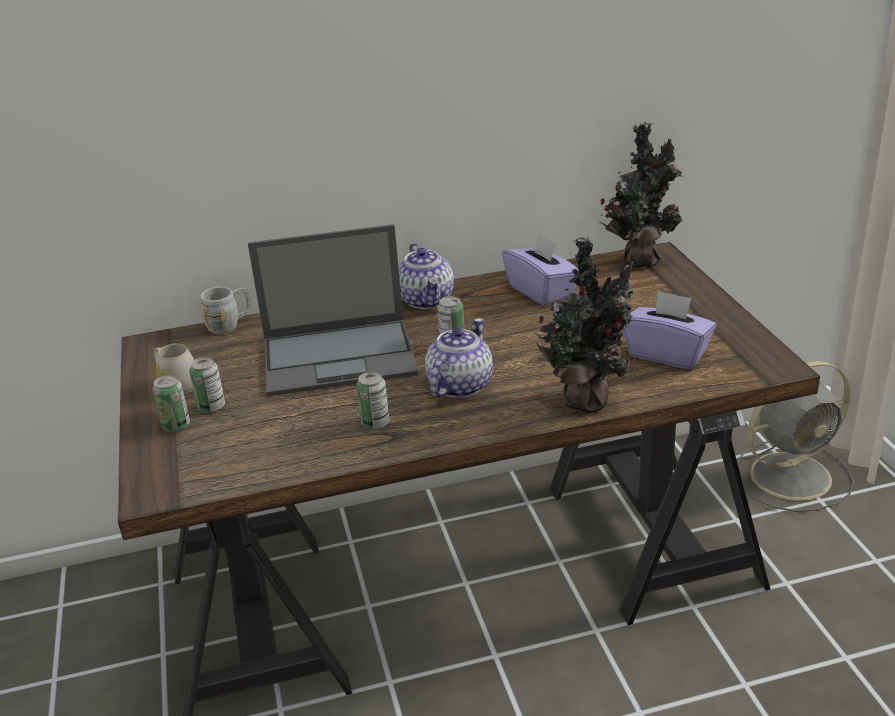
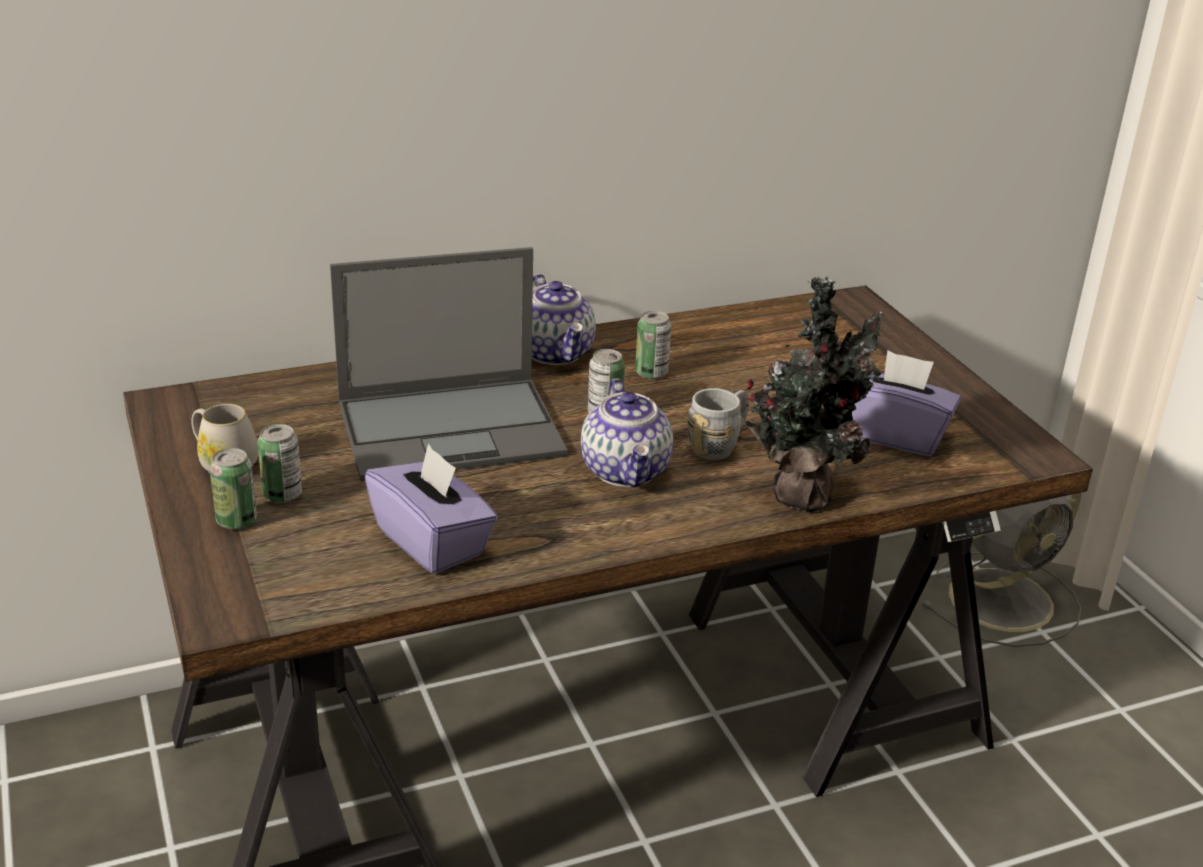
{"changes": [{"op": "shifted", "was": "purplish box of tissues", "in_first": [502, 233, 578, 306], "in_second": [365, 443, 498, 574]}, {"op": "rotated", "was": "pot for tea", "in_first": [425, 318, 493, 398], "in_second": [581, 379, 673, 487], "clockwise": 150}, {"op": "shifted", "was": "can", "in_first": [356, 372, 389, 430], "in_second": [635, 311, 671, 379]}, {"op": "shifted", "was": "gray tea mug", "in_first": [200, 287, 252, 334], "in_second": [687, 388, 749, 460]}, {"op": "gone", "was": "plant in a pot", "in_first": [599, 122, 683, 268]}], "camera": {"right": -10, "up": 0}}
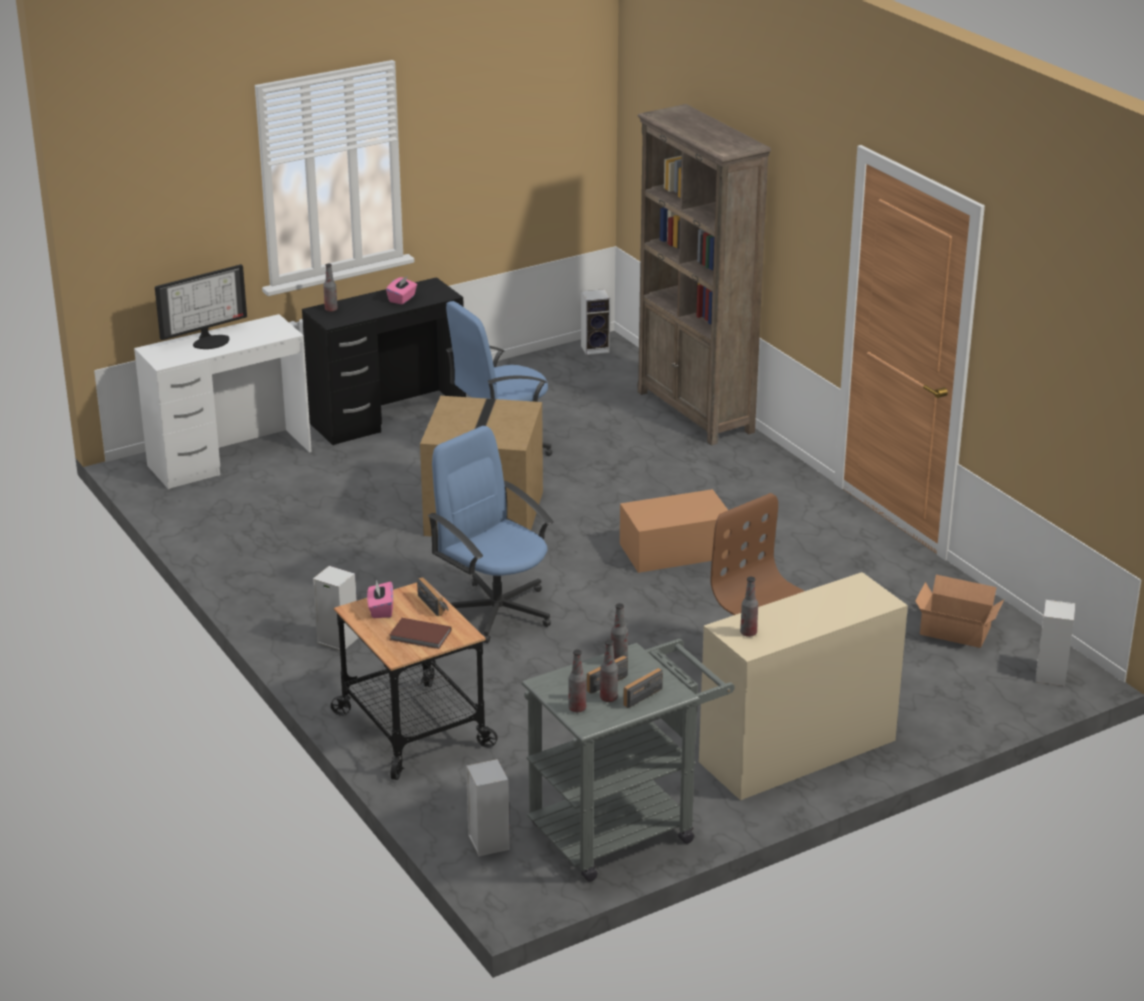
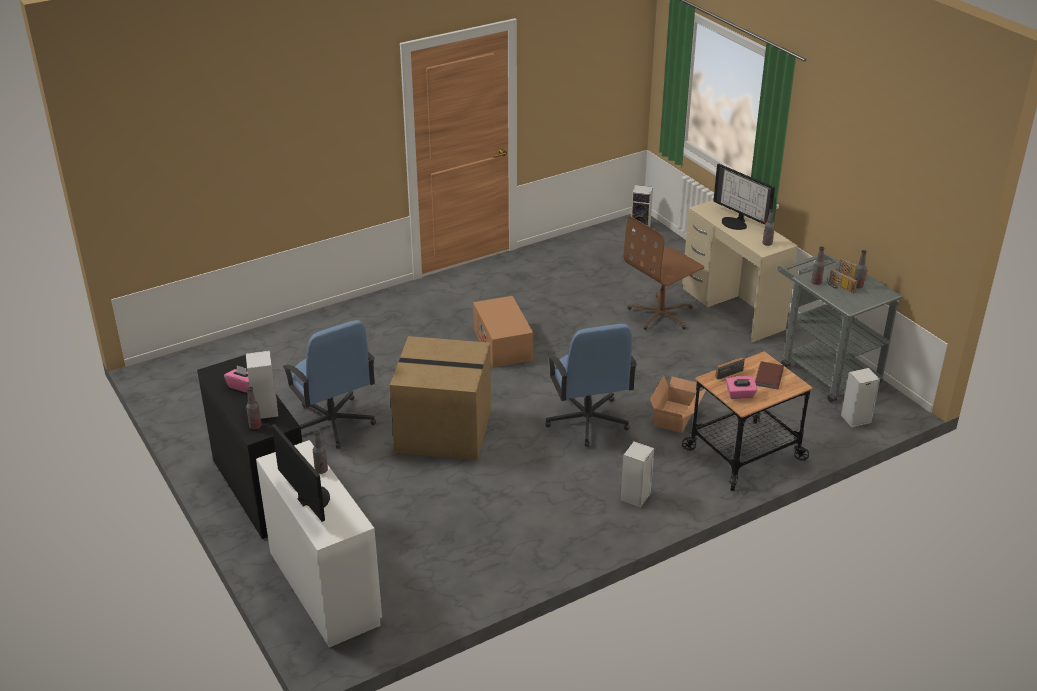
{"changes": [{"op": "shifted", "was": "loudspeaker", "in_first": [581, 289, 610, 355], "in_second": [246, 351, 279, 419]}, {"op": "shifted", "was": "drink bottle", "in_first": [568, 650, 586, 712], "in_second": [313, 430, 328, 474]}, {"op": "rotated", "was": "blue desk chair", "in_first": [428, 426, 554, 643], "in_second": [546, 324, 637, 447], "clockwise": -60}, {"op": "shifted", "was": "packing box", "in_first": [915, 575, 1004, 648], "in_second": [650, 375, 706, 433]}, {"op": "new", "now": "computer screen", "in_second": [713, 164, 775, 230]}, {"op": "gone", "was": "brown-coloured bookshelf", "in_first": [637, 104, 771, 446]}], "camera": {"right": -90, "up": 5}}
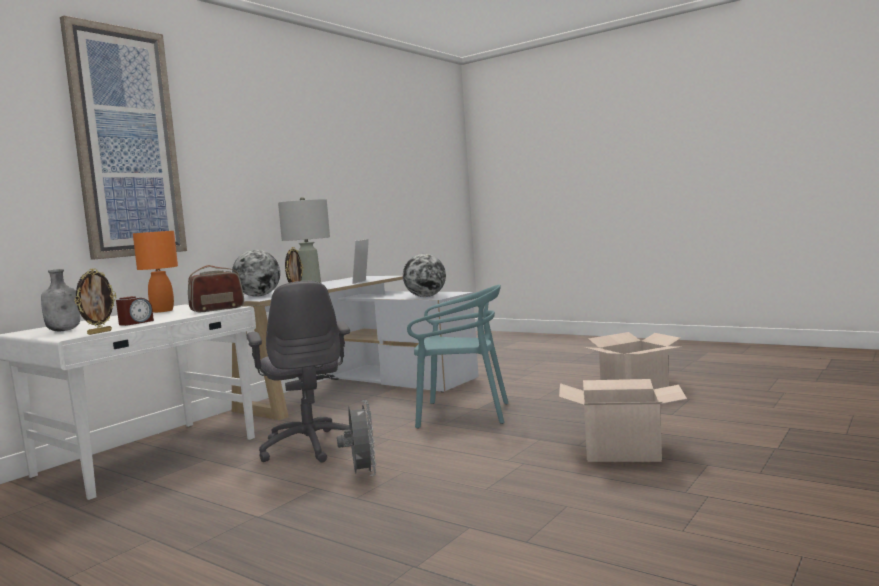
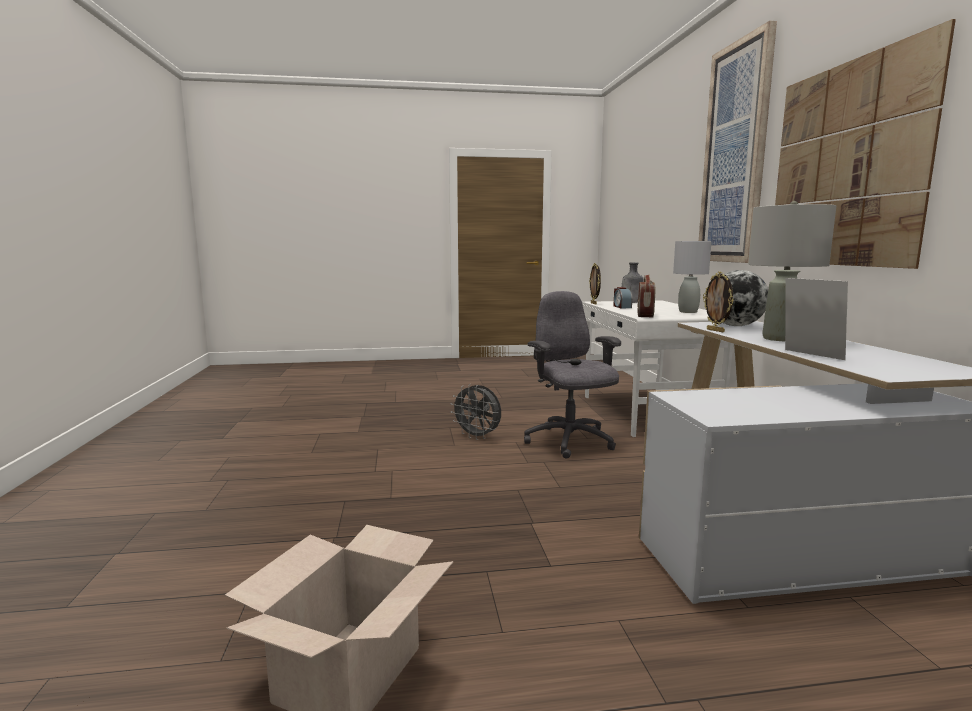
{"changes": [{"op": "rotated", "was": "gray desk chair", "in_first": [247, 281, 350, 462], "in_second": [524, 291, 621, 459], "clockwise": 45}, {"op": "repainted", "was": "orange lamp for a table", "now": "gray lamp for a table", "in_first": [133, 231, 178, 313], "in_second": [673, 241, 712, 313]}, {"op": "new", "now": "picture", "in_second": [775, 19, 956, 269]}, {"op": "gone", "was": "world globe", "in_first": [403, 254, 446, 297]}, {"op": "gone", "was": "turquoise-coloured upright chair", "in_first": [407, 285, 508, 428]}, {"op": "gone", "was": "packing box", "in_first": [559, 379, 687, 462]}], "camera": {"right": 135, "up": 5}}
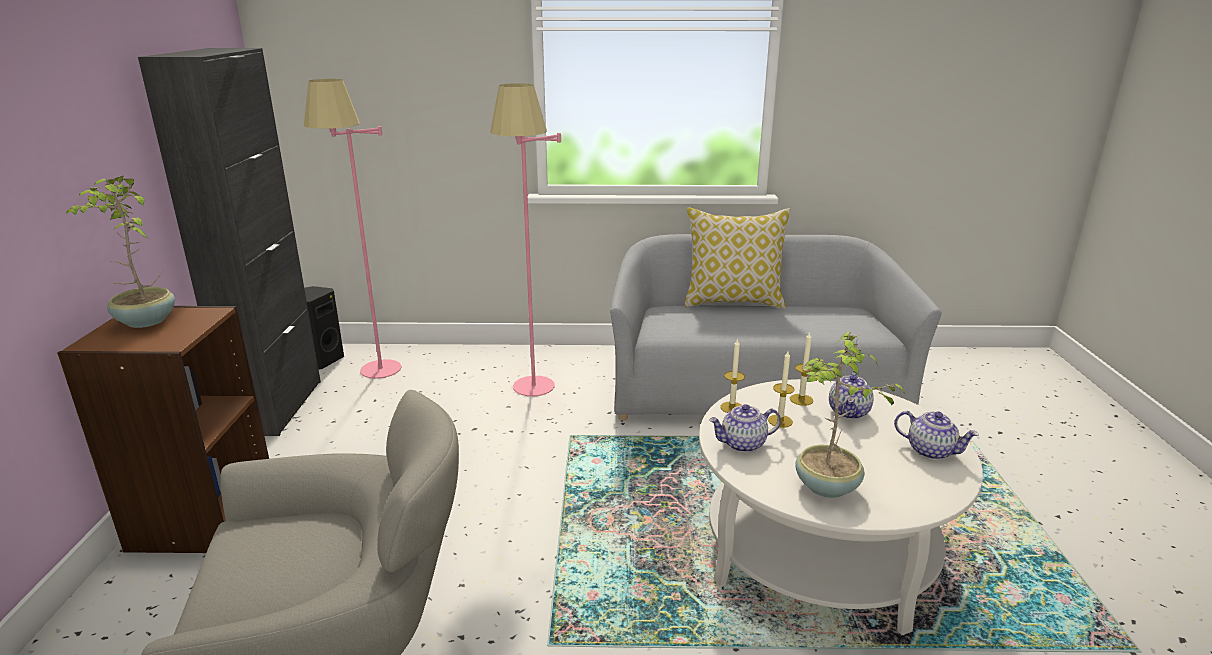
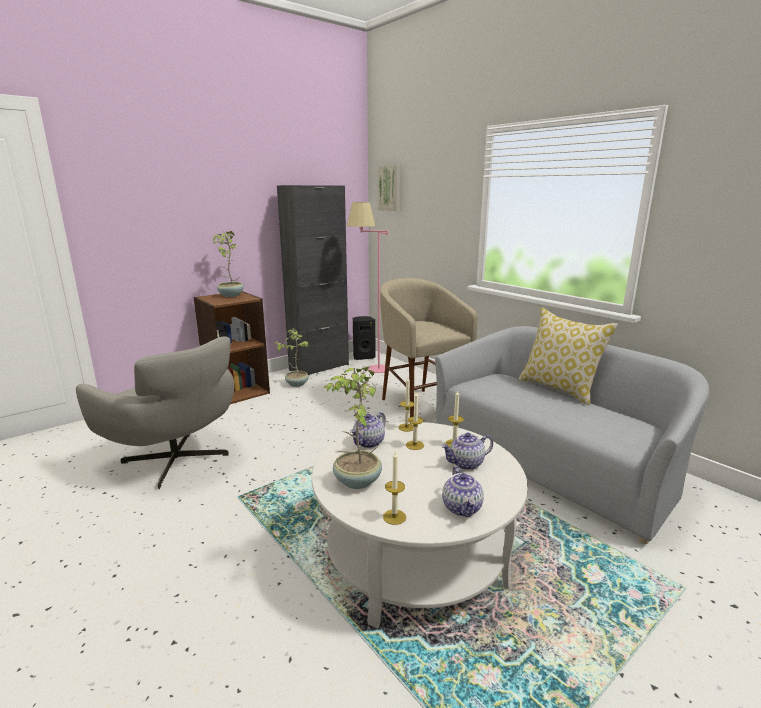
{"changes": [{"op": "new", "now": "plant in a pot", "in_second": [274, 328, 310, 387]}, {"op": "rotated", "was": "pot for tea", "in_first": [709, 404, 781, 453], "in_second": [350, 412, 386, 448], "clockwise": -90}, {"op": "new", "now": "picture", "in_second": [378, 165, 400, 211]}, {"op": "swapped", "was": "pink standard lamp", "now": "beige stool seat", "in_first": [490, 83, 561, 396], "in_second": [380, 278, 477, 417]}, {"op": "new", "now": "wax light", "in_second": [383, 450, 406, 525]}], "camera": {"right": 50, "up": -5}}
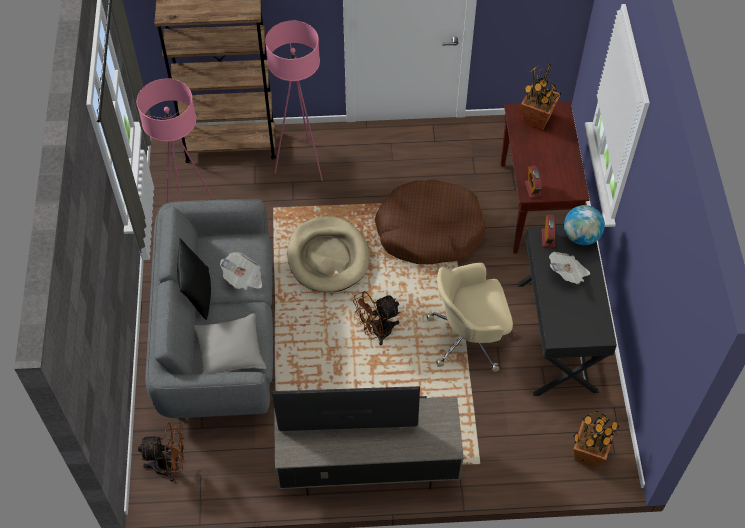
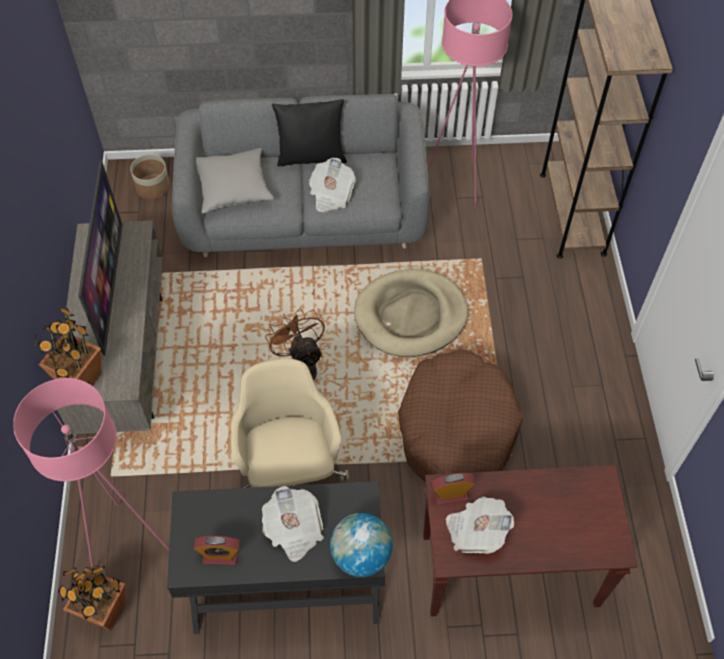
{"changes": [{"op": "shifted", "was": "pink standard lamp", "in_first": [265, 21, 323, 181], "in_second": [13, 378, 169, 569]}, {"op": "shifted", "was": "plant in a pot", "in_first": [521, 63, 561, 130], "in_second": [35, 308, 101, 386]}, {"op": "swapped", "was": "brown-coloured fan", "now": "plant pot", "in_first": [138, 422, 185, 481], "in_second": [130, 154, 170, 199]}, {"op": "shifted", "was": "table clock", "in_first": [542, 215, 555, 247], "in_second": [194, 536, 240, 565]}, {"op": "new", "now": "daily paper", "in_second": [446, 497, 514, 554]}], "camera": {"right": 90, "up": 0}}
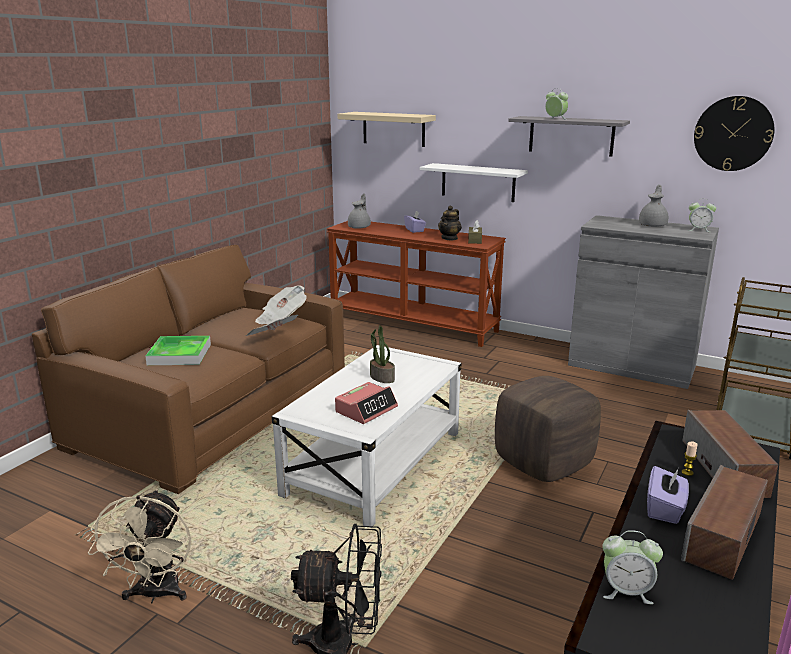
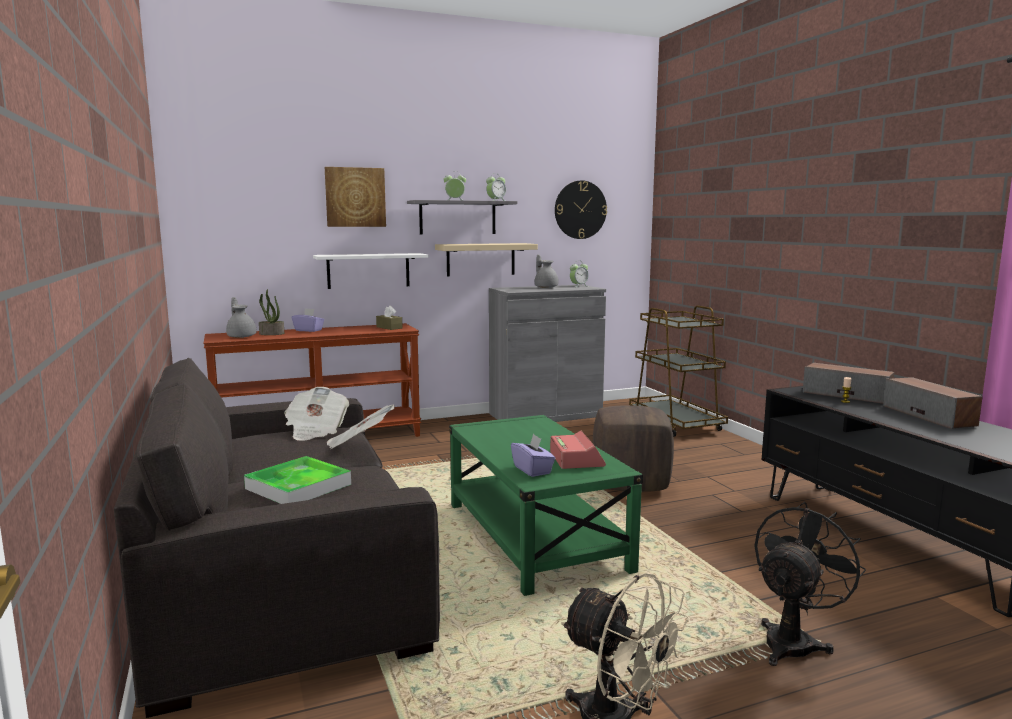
{"changes": [{"op": "repainted", "was": "brown-coloured settee", "now": "gray settee", "in_first": [32, 245, 345, 494], "in_second": [114, 358, 440, 718]}, {"op": "shifted", "was": "plant in a pot", "in_first": [370, 326, 395, 383], "in_second": [259, 289, 284, 335]}, {"op": "new", "now": "picture", "in_second": [325, 167, 386, 227]}, {"op": "shifted", "was": "beige wall shelf", "in_first": [338, 112, 436, 147], "in_second": [435, 243, 538, 277]}, {"op": "repainted", "was": "whitish coffee table", "now": "greenish coffee table", "in_first": [272, 345, 461, 528], "in_second": [449, 415, 643, 596]}, {"op": "shifted", "was": "table clock", "in_first": [602, 530, 663, 604], "in_second": [486, 173, 506, 201]}, {"op": "shifted", "was": "purplish box of tissues", "in_first": [647, 466, 689, 524], "in_second": [511, 434, 556, 477]}, {"op": "gone", "was": "pot for tea", "in_first": [438, 205, 462, 241]}], "camera": {"right": -50, "up": -10}}
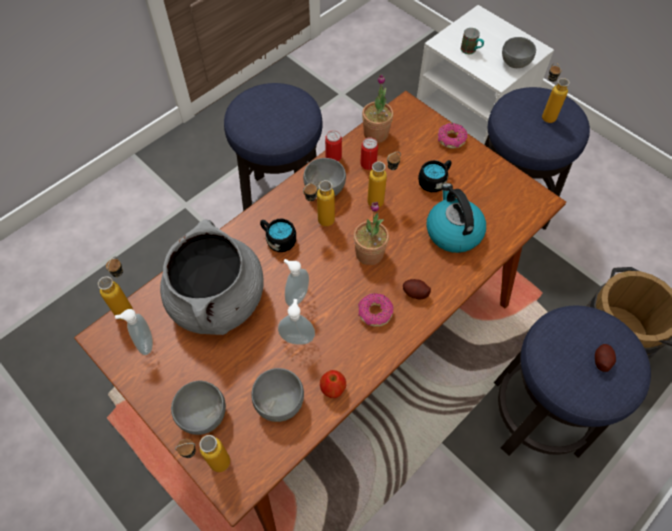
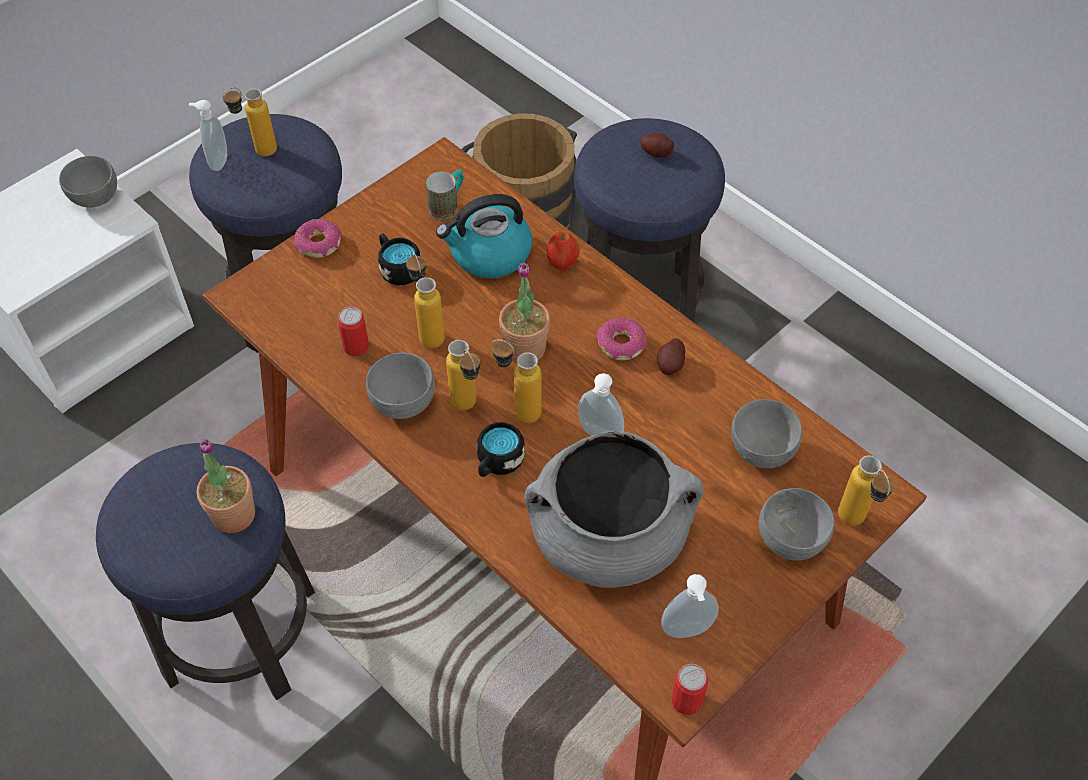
{"changes": [{"op": "shifted", "was": "liquid soap bottle", "in_first": [278, 299, 315, 345], "in_second": [189, 100, 227, 171]}, {"op": "shifted", "was": "plant in a pot", "in_first": [362, 74, 393, 143], "in_second": [197, 439, 255, 533]}, {"op": "shifted", "was": "tea mug", "in_first": [461, 28, 484, 54], "in_second": [426, 170, 464, 220]}, {"op": "shifted", "was": "drink bottle", "in_first": [97, 256, 133, 320], "in_second": [492, 339, 542, 423]}, {"op": "shifted", "was": "whole apple", "in_first": [320, 370, 346, 398], "in_second": [547, 232, 580, 270]}, {"op": "shifted", "was": "whole potato", "in_first": [403, 279, 431, 299], "in_second": [657, 338, 685, 375]}, {"op": "shifted", "was": "can", "in_first": [325, 130, 342, 161], "in_second": [672, 664, 708, 715]}], "camera": {"right": -90, "up": -5}}
